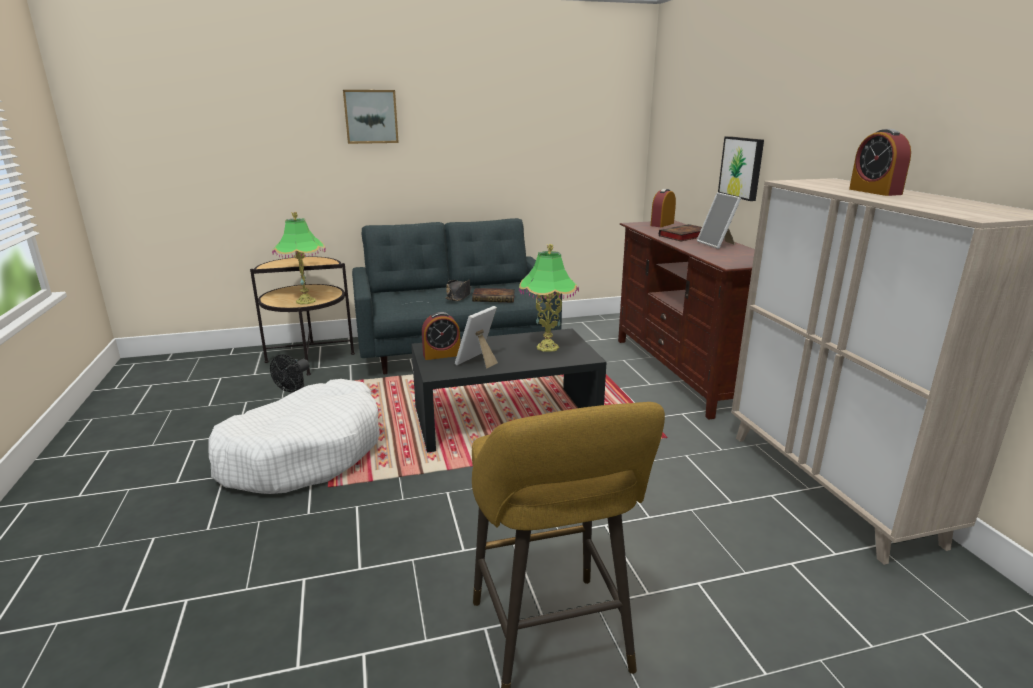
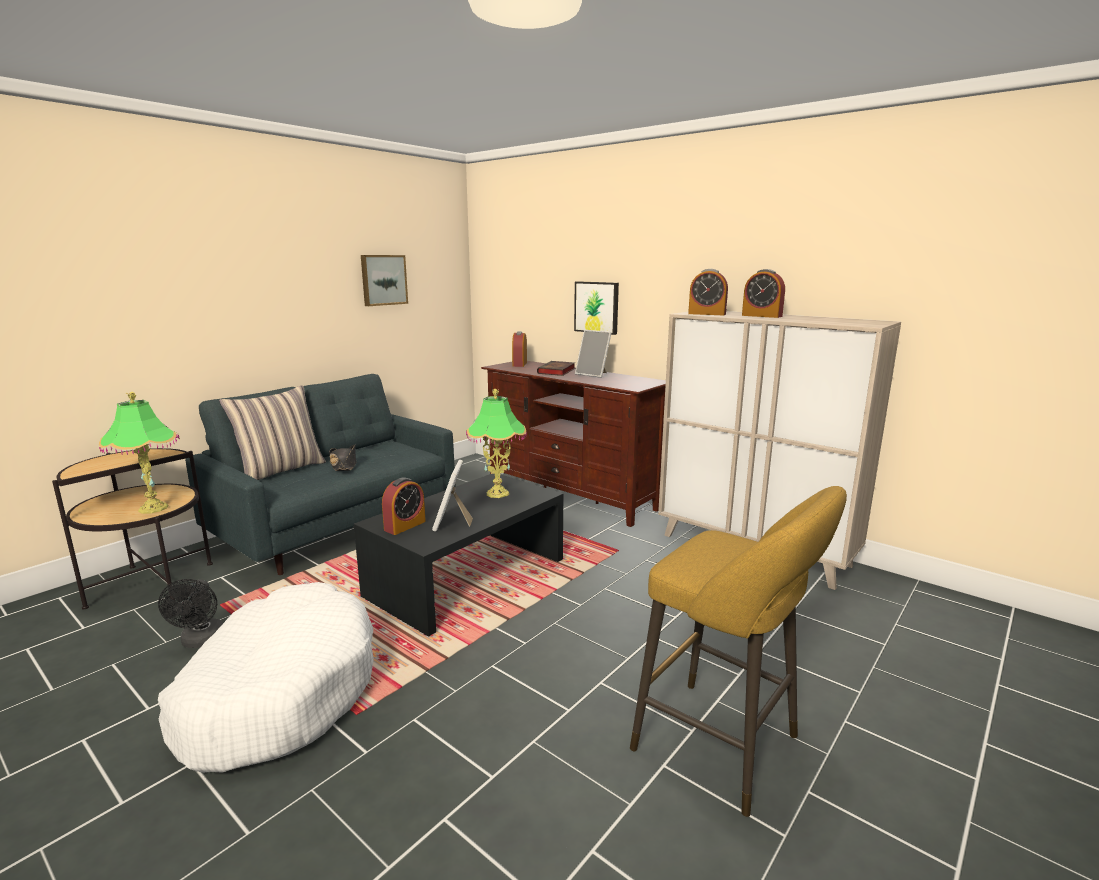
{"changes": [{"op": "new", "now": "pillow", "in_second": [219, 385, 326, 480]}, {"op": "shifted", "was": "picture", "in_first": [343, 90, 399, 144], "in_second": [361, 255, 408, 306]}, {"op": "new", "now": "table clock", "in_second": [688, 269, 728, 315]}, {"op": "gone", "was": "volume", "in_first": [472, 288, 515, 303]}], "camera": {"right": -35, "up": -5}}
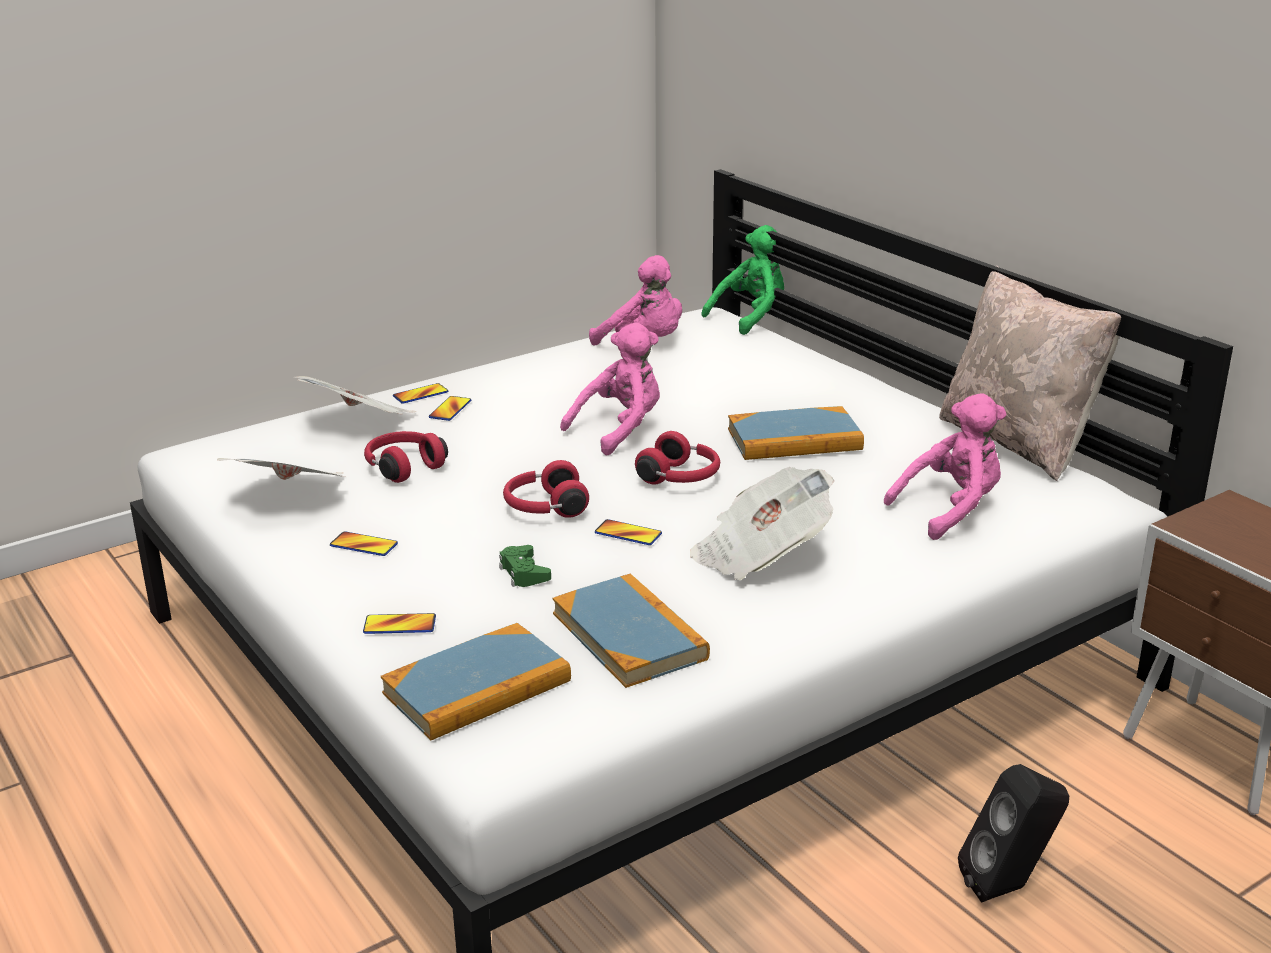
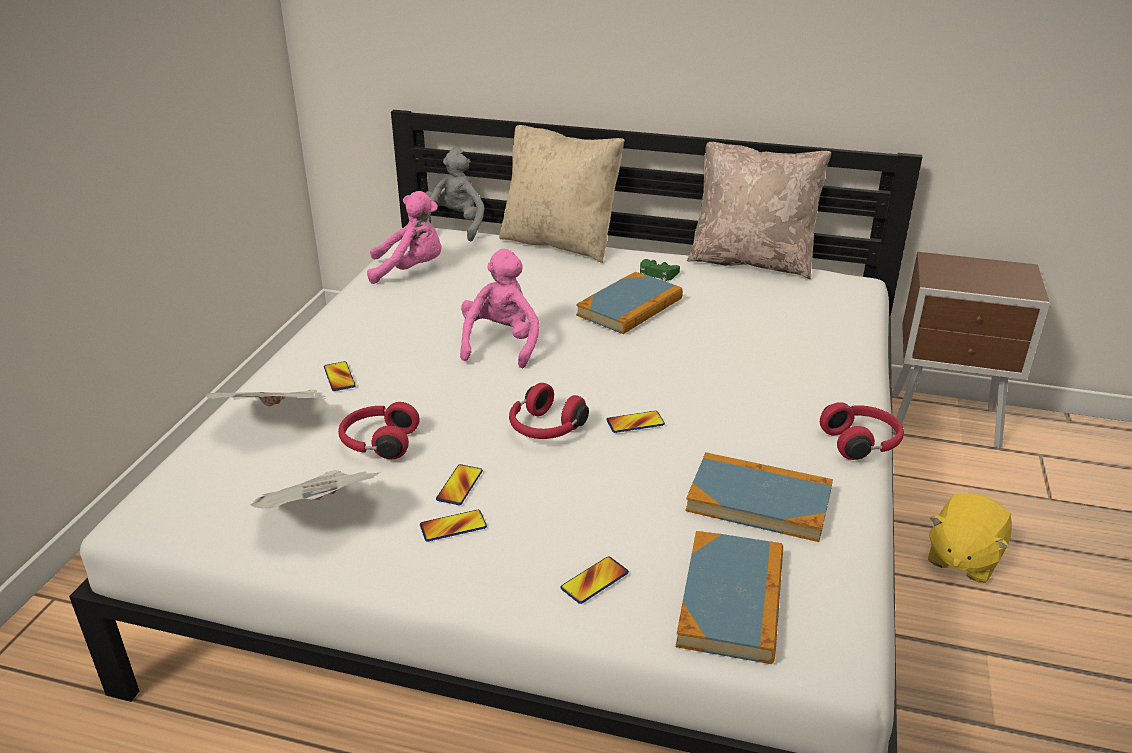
{"changes": [{"op": "repainted", "was": "greenish plush toy", "now": "gray plush toy", "in_first": [701, 225, 784, 335], "in_second": [426, 148, 485, 241]}, {"op": "shifted", "was": "handset", "in_first": [393, 383, 448, 404], "in_second": [436, 464, 483, 505]}, {"op": "new", "now": "beige pillow", "in_second": [499, 121, 625, 263]}, {"op": "shifted", "was": "greenish joypad", "in_first": [499, 545, 551, 587], "in_second": [640, 259, 680, 282]}, {"op": "shifted", "was": "reddish headset", "in_first": [635, 431, 720, 485], "in_second": [820, 402, 904, 460]}, {"op": "swapped", "was": "black-coloured loudspeaker", "now": "yellowish plush toy", "in_first": [958, 764, 1069, 902], "in_second": [928, 493, 1012, 583]}, {"op": "gone", "was": "daily paper", "in_first": [690, 467, 834, 580]}, {"op": "gone", "was": "pink plush toy", "in_first": [884, 393, 1006, 540]}], "camera": {"right": -40, "up": 5}}
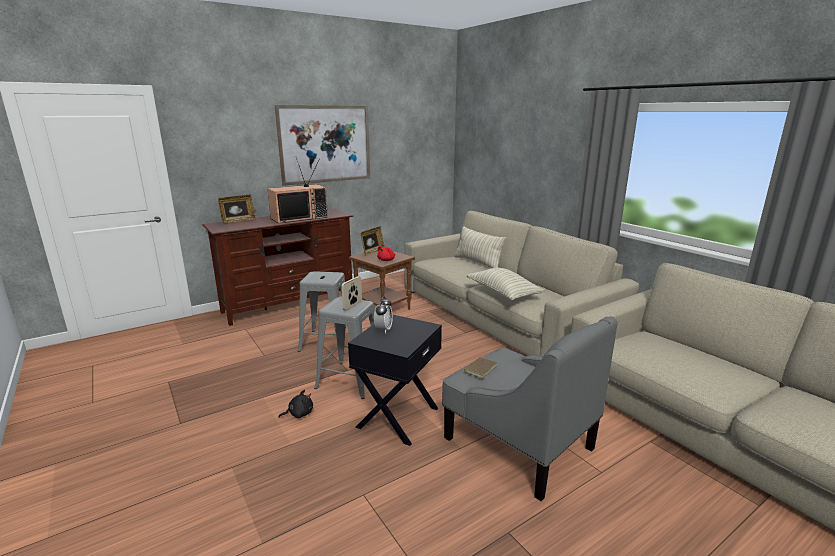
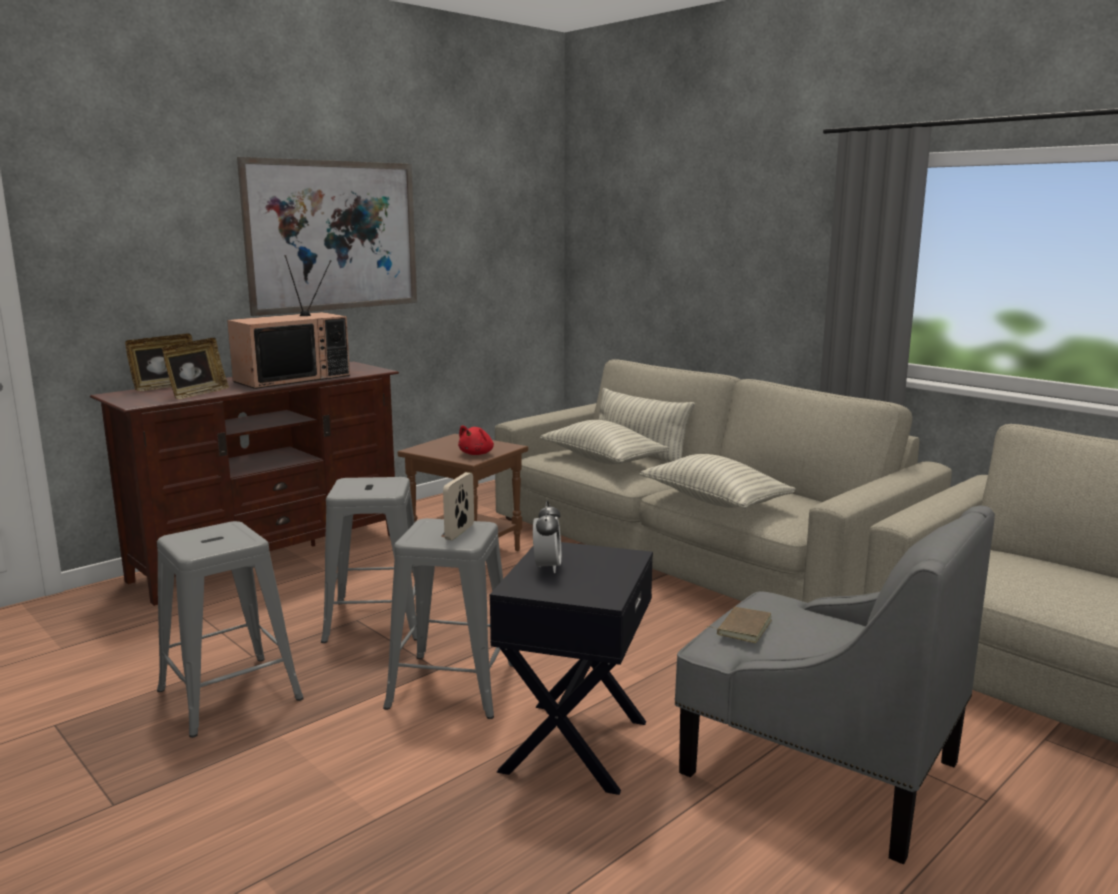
{"changes": [{"op": "new", "now": "gray stool seat", "in_second": [157, 521, 304, 738]}, {"op": "shifted", "was": "photo frame", "in_first": [361, 226, 385, 255], "in_second": [162, 338, 229, 399]}, {"op": "new", "now": "pillow", "in_second": [540, 420, 669, 464]}, {"op": "gone", "was": "black-coloured plush toy", "in_first": [278, 390, 313, 418]}], "camera": {"right": -10, "up": -5}}
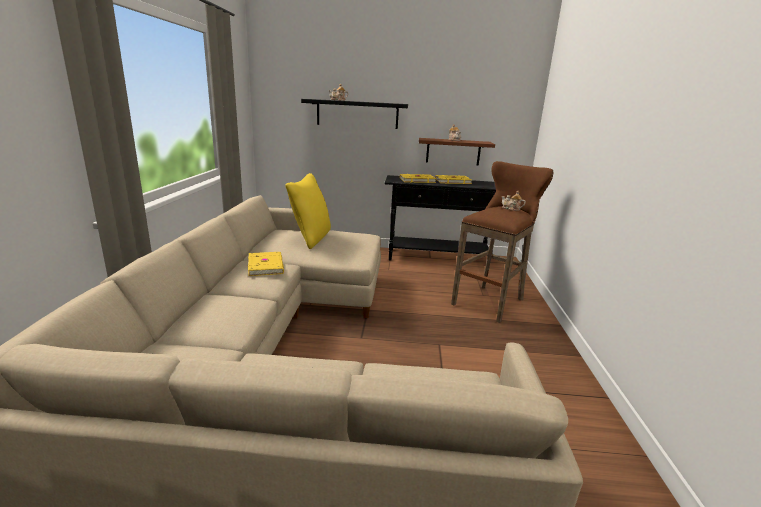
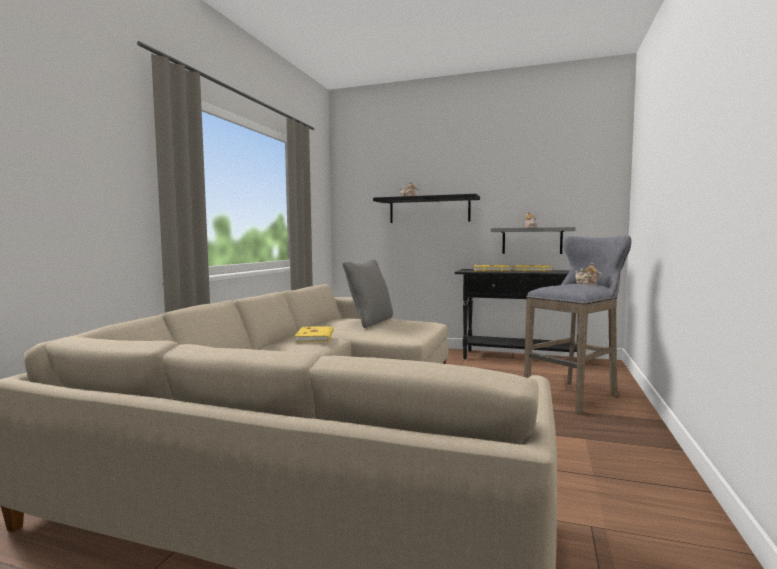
{"changes": [{"op": "repainted", "was": "yellowish pillow", "now": "gray pillow", "in_first": [285, 173, 331, 249], "in_second": [342, 259, 393, 328]}, {"op": "repainted", "was": "brown-coloured wall shelf", "now": "gray wall shelf", "in_first": [419, 138, 495, 166], "in_second": [491, 227, 575, 254]}, {"op": "repainted", "was": "brown-coloured stool seat", "now": "gray stool seat", "in_first": [451, 161, 553, 323], "in_second": [524, 235, 631, 414]}], "camera": {"right": 15, "up": -15}}
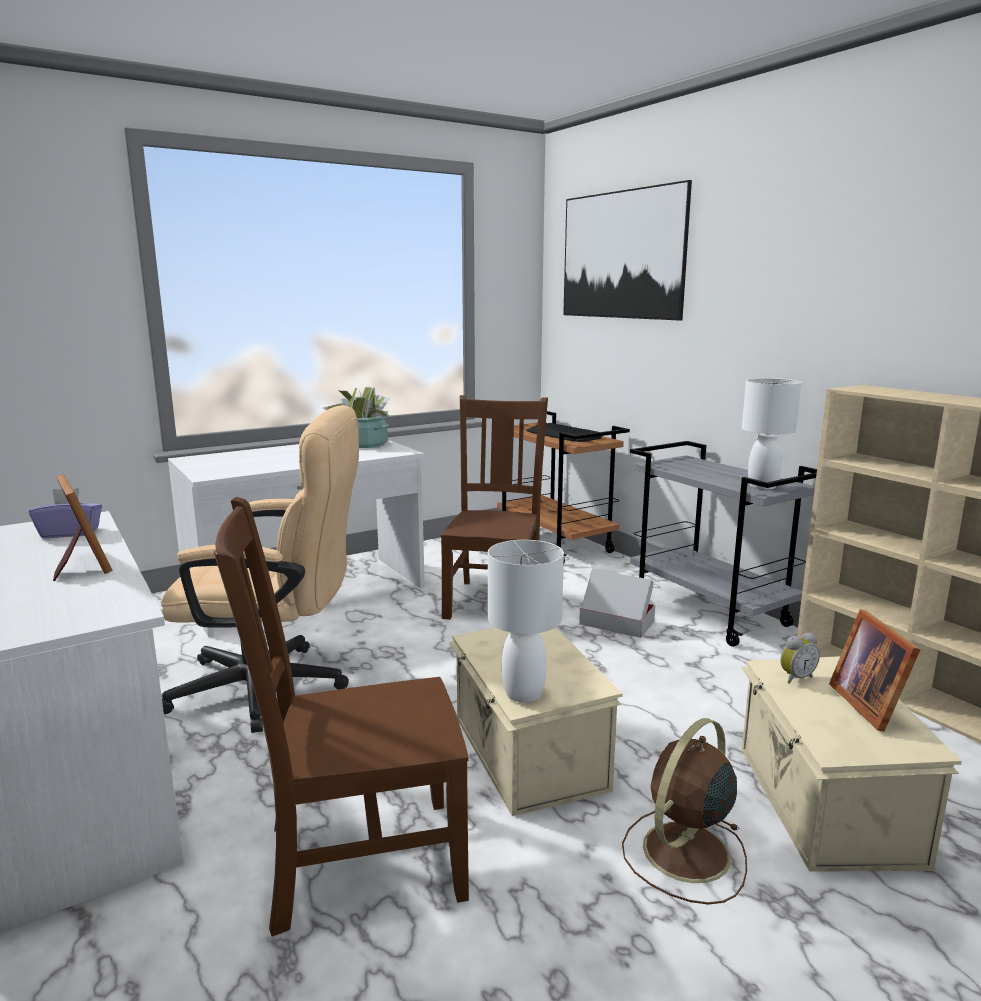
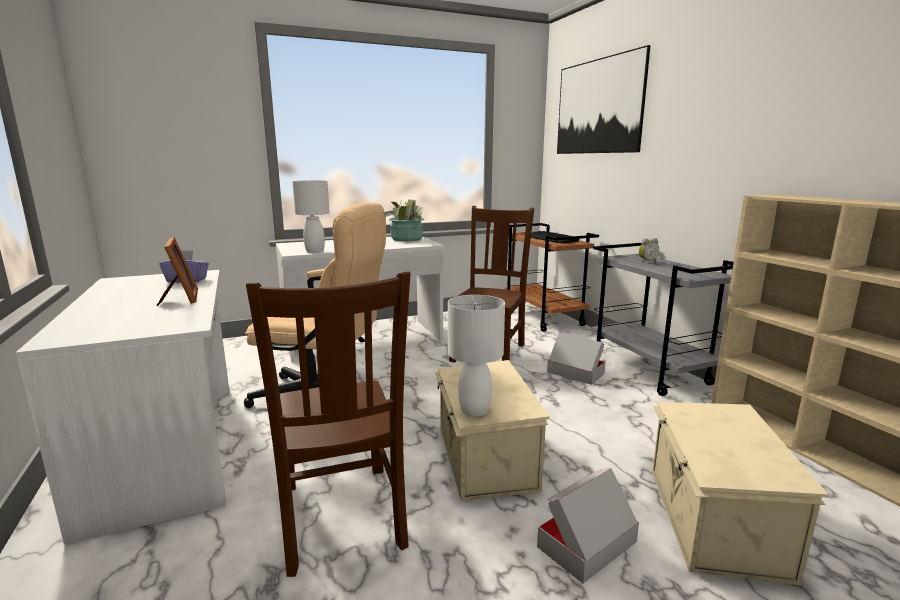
{"changes": [{"op": "rotated", "was": "brown-coloured upright chair", "in_first": [214, 497, 469, 937], "in_second": [246, 271, 411, 577], "clockwise": -105}, {"op": "shifted", "was": "whitish lamp for a table", "in_first": [742, 378, 801, 489], "in_second": [292, 180, 329, 253]}, {"op": "swapped", "was": "brown-coloured fan", "now": "packing box", "in_first": [622, 718, 747, 905], "in_second": [537, 468, 639, 584]}, {"op": "shifted", "was": "table clock", "in_first": [780, 633, 820, 684], "in_second": [639, 238, 659, 263]}, {"op": "gone", "was": "photo frame", "in_first": [829, 609, 921, 732]}], "camera": {"right": 10, "up": 0}}
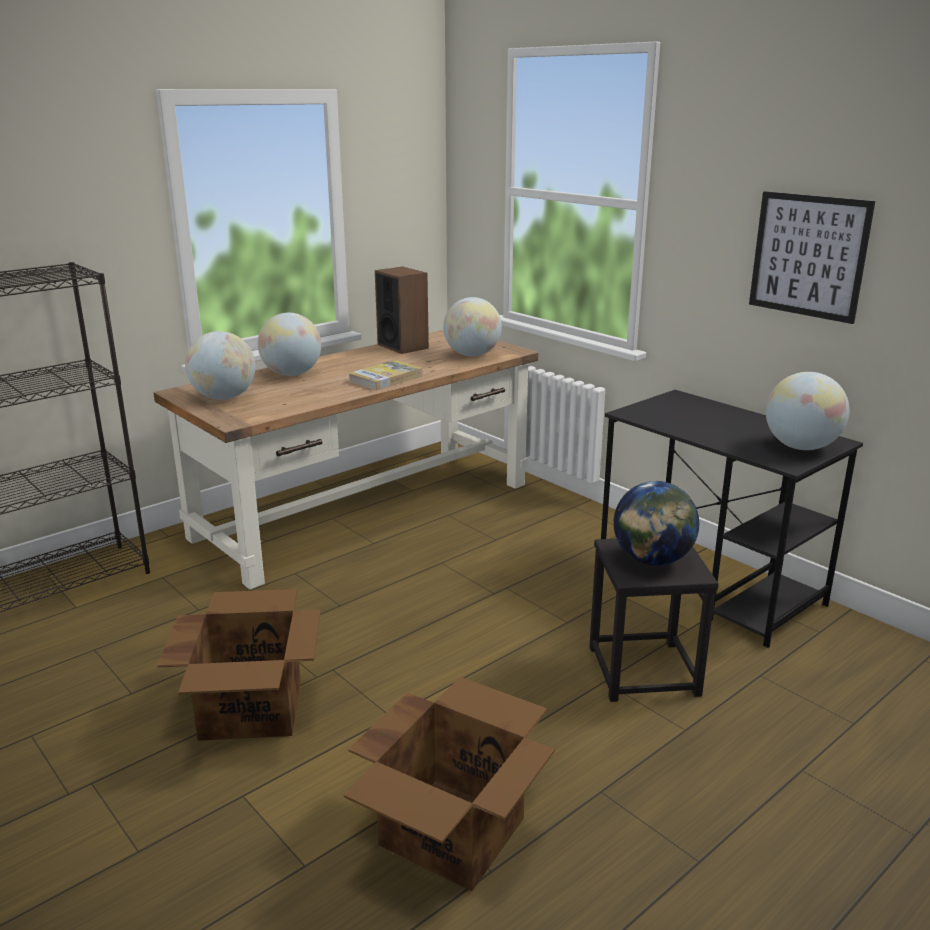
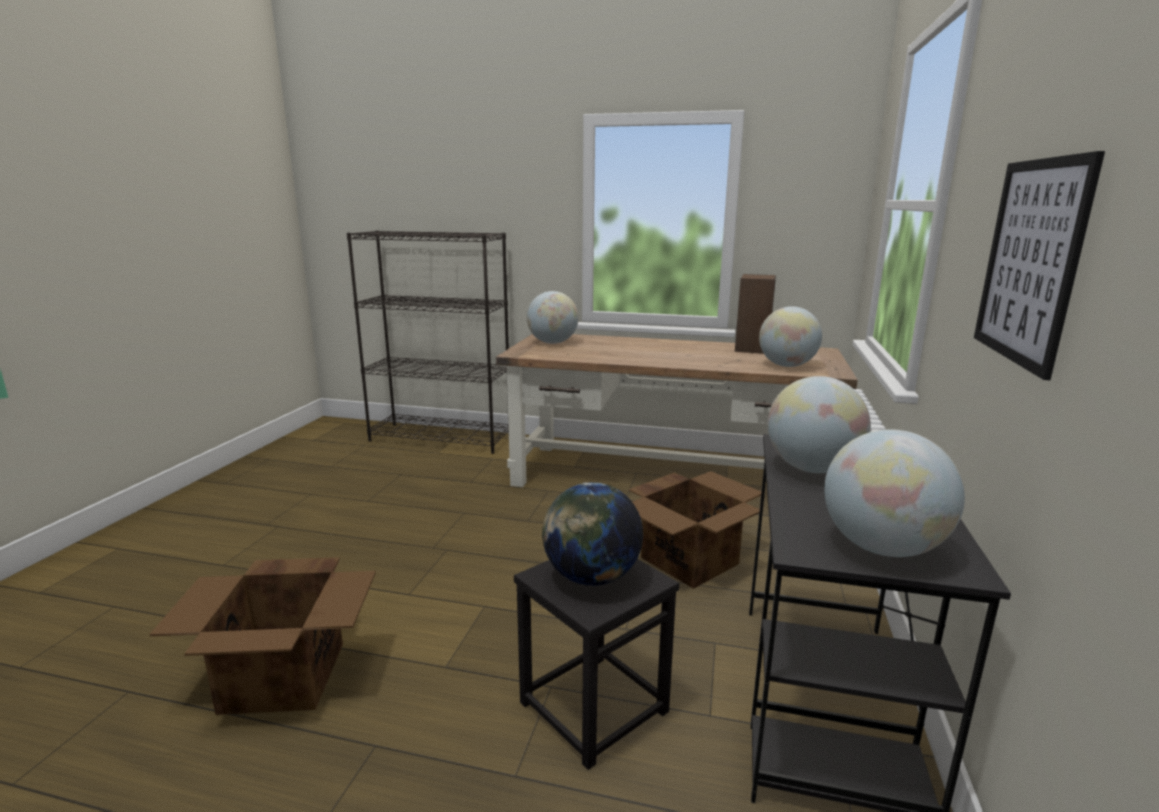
{"changes": [{"op": "shifted", "was": "packing box", "in_first": [157, 589, 321, 741], "in_second": [629, 471, 761, 589]}, {"op": "shifted", "was": "world globe", "in_first": [258, 313, 321, 376], "in_second": [768, 376, 871, 473]}, {"op": "gone", "was": "volume", "in_first": [348, 360, 423, 390]}], "camera": {"right": 55, "up": -5}}
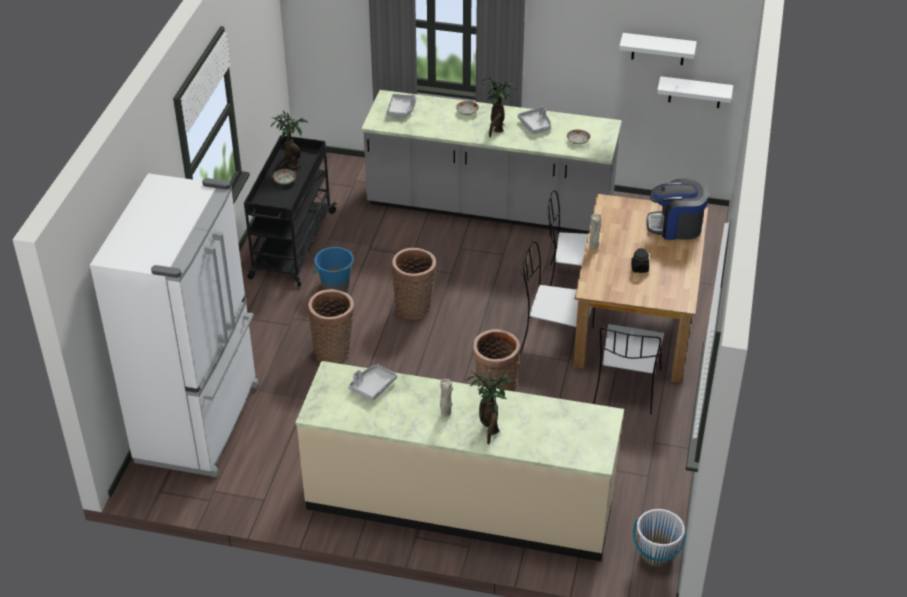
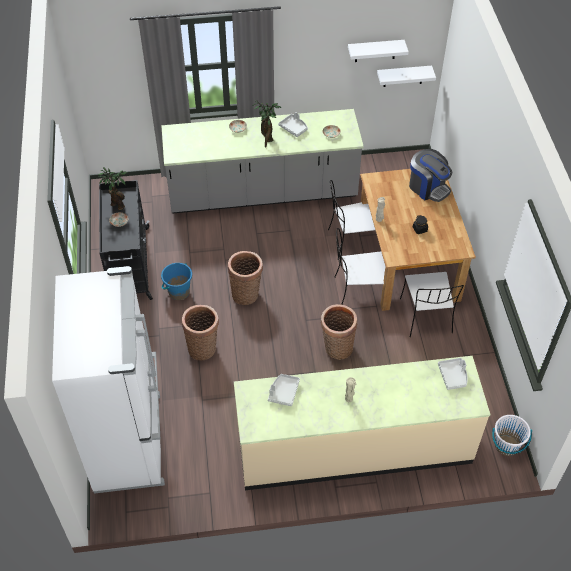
{"changes": [{"op": "rotated", "was": "coffee machine", "in_first": [646, 178, 709, 240], "in_second": [409, 149, 452, 202], "clockwise": -120}, {"op": "shifted", "was": "gray serving tray", "in_first": [386, 94, 417, 117], "in_second": [438, 358, 468, 390]}, {"op": "gone", "was": "plant in a pot", "in_first": [466, 371, 514, 445]}], "camera": {"right": -20, "up": 10}}
